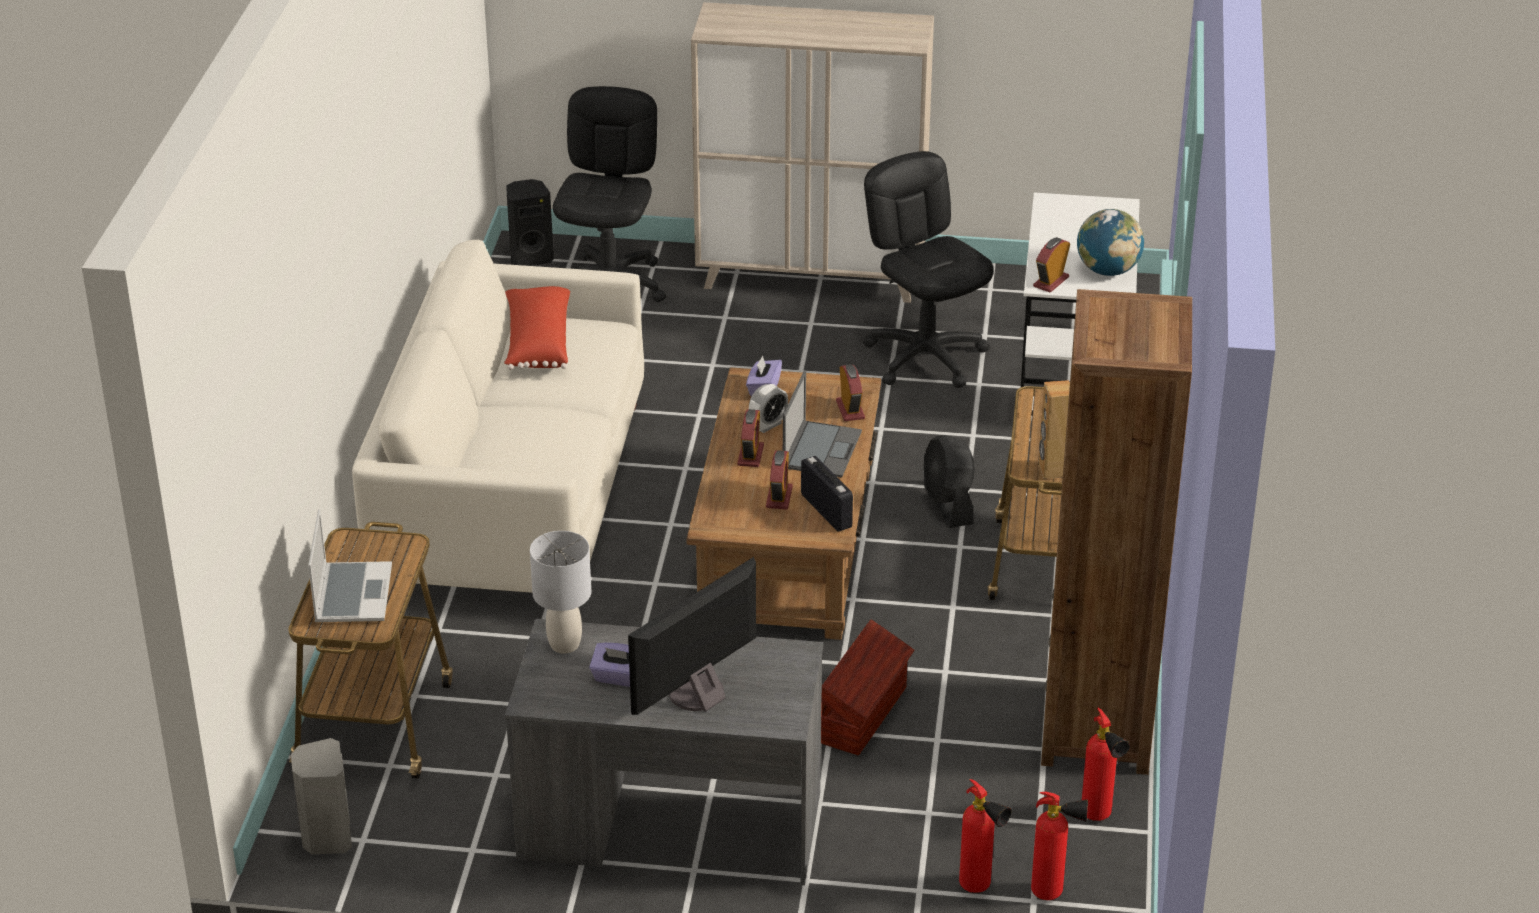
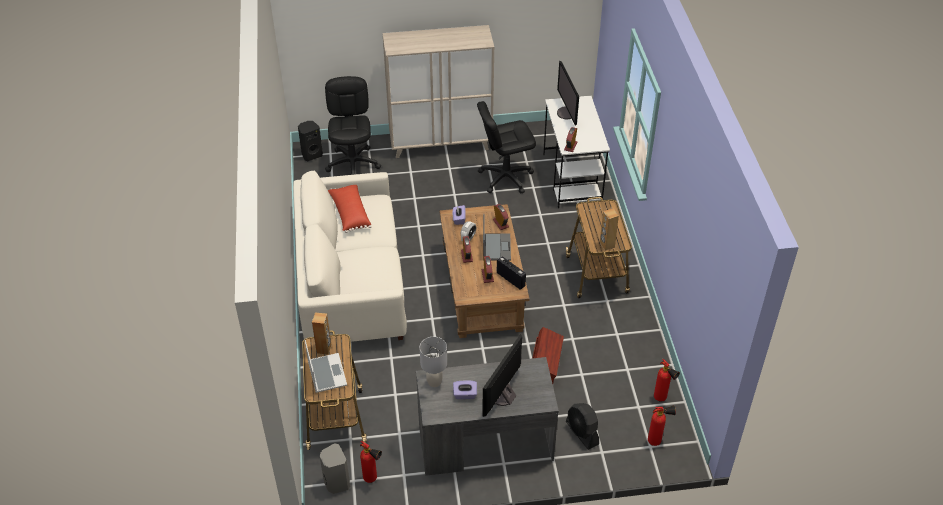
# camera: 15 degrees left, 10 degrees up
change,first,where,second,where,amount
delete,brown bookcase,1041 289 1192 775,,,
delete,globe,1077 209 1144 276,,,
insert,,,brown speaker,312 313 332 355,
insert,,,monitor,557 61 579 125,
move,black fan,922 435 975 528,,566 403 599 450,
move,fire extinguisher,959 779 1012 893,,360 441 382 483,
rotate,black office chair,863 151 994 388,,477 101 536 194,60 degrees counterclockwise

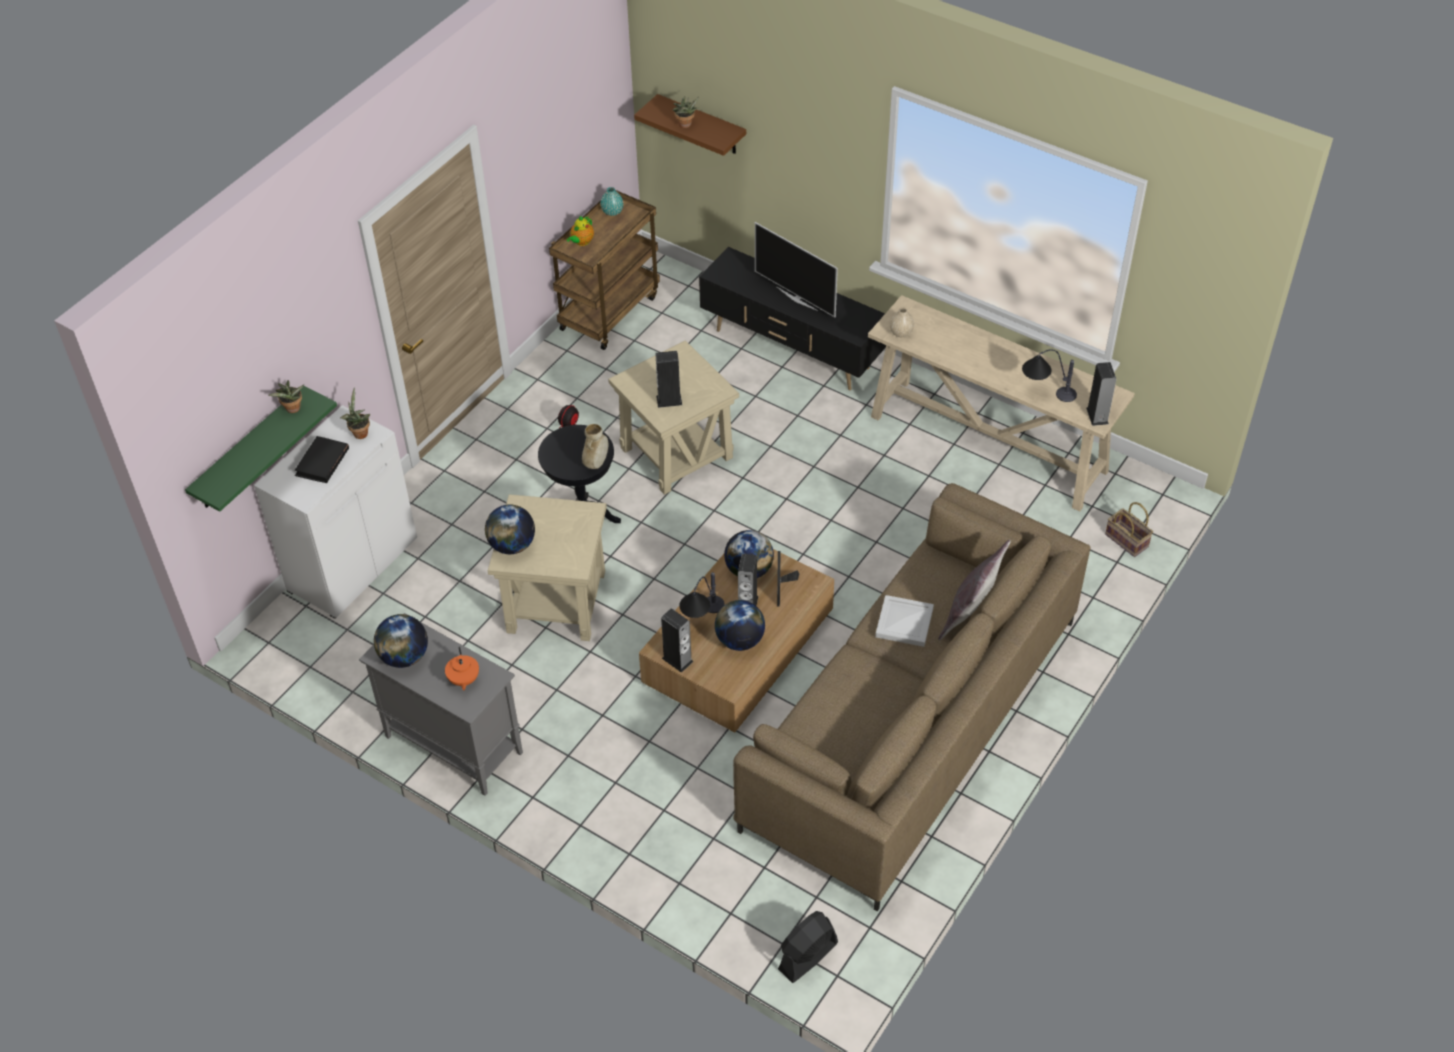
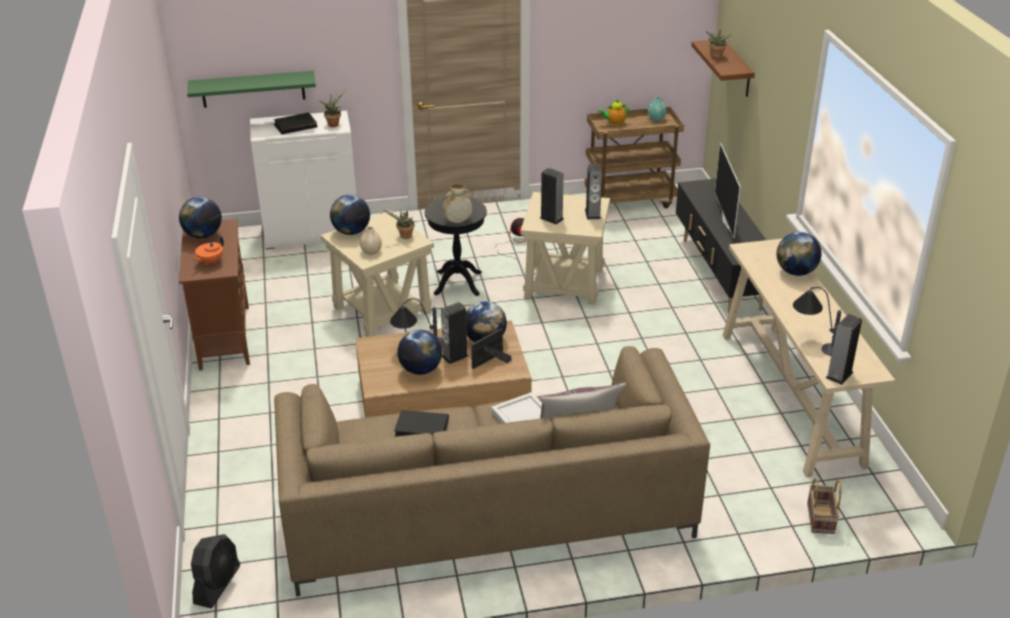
# camera: 45 degrees right, 15 degrees down
change,first,where,second,where,amount
insert,,,black book,394 410 449 437,
insert,,,globe,777 232 821 276,
move,potted plant,269 380 304 413,,384 210 415 239,
move,speaker,661 608 693 673,,585 163 602 219,
move,beige vase,890 308 914 337,,360 226 382 255,
recolor,grey cabinet,359 613 523 796,brown cabinet,179 219 250 370,
rotate,black fan,778 911 838 983,,191 534 240 608,105 degrees clockwise

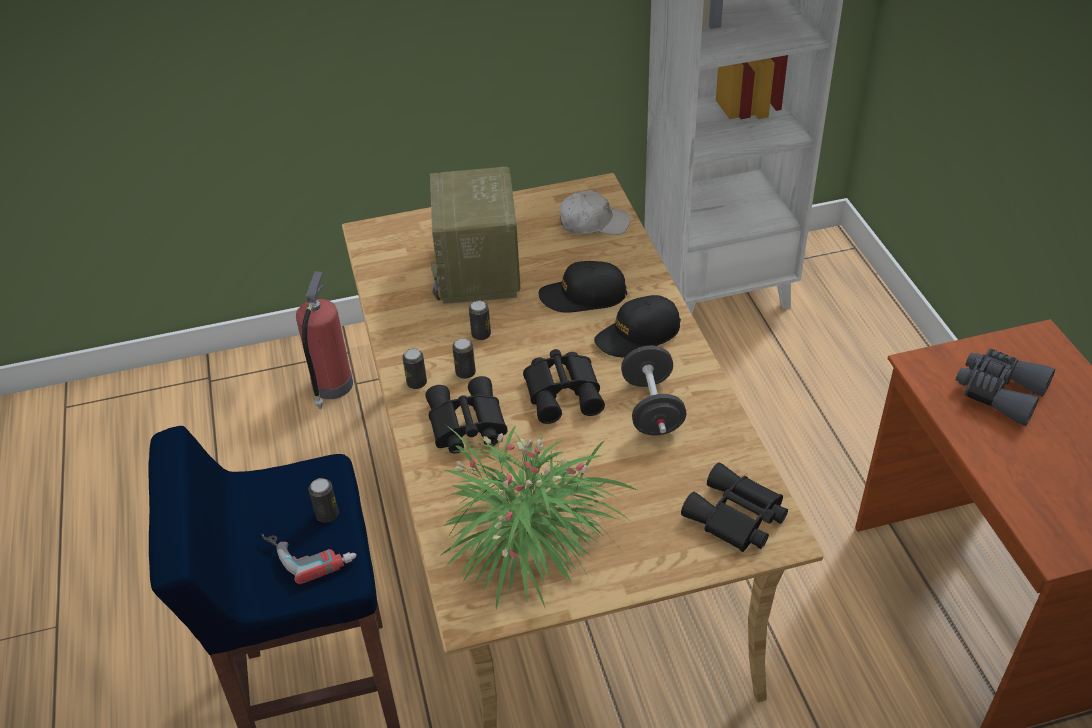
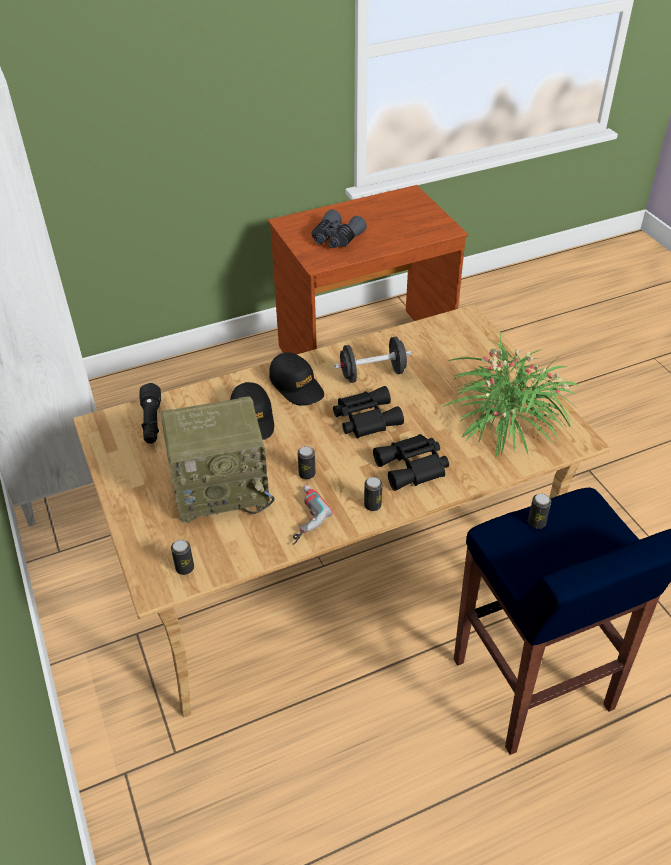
# camera: 100 degrees left, 0 degrees up
change,first,where,second,where,amount
delete,fire extinguisher,296 271 353 409,,,
delete,black binoculars,681 462 788 552,,,
move,power drill,262 534 357 584,,292 485 333 545,
move,can,452 338 476 379,,171 539 194 575,
replace,white cap,559 190 630 235,black flashlight,139 383 161 444,

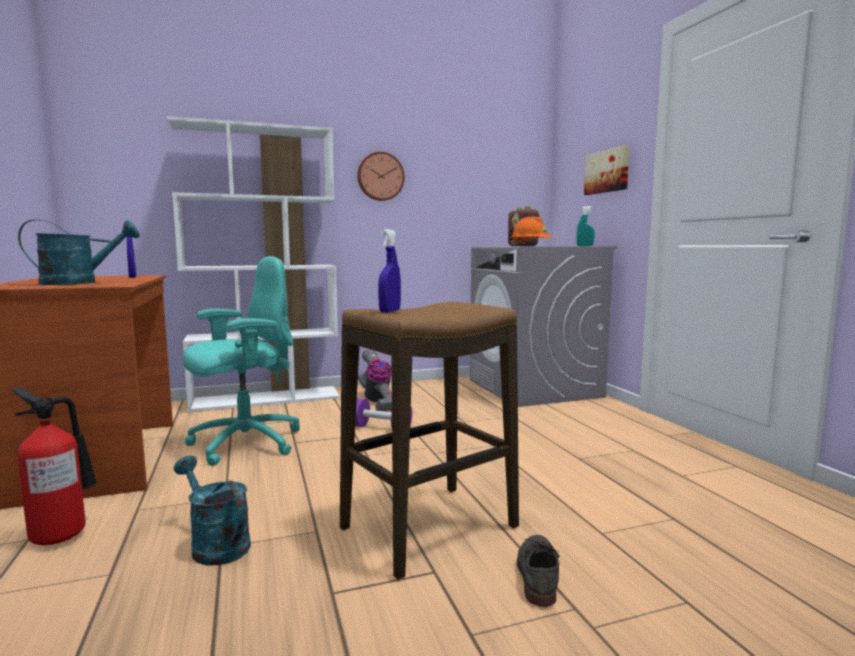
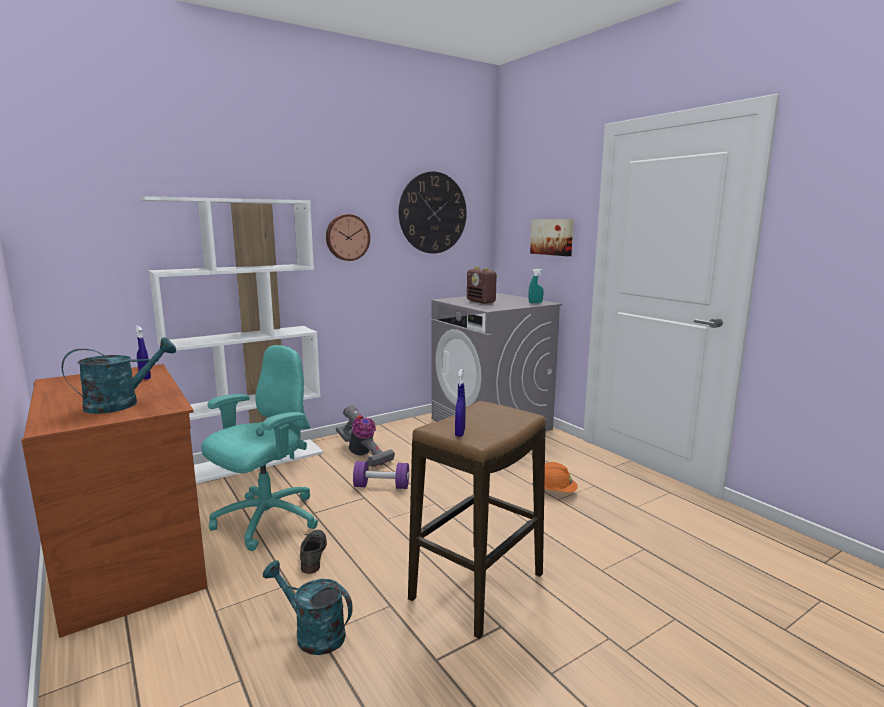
# camera: 15 degrees left, 5 degrees up
change,first,where,second,where,amount
delete,fire extinguisher,12 388 97 545,,,
insert,,,wall clock,399 171 467 254,
move,orange hard hat,511 217 553 246,,532 462 578 493,
move,grey shoe,517 535 560 607,,300 530 327 574,

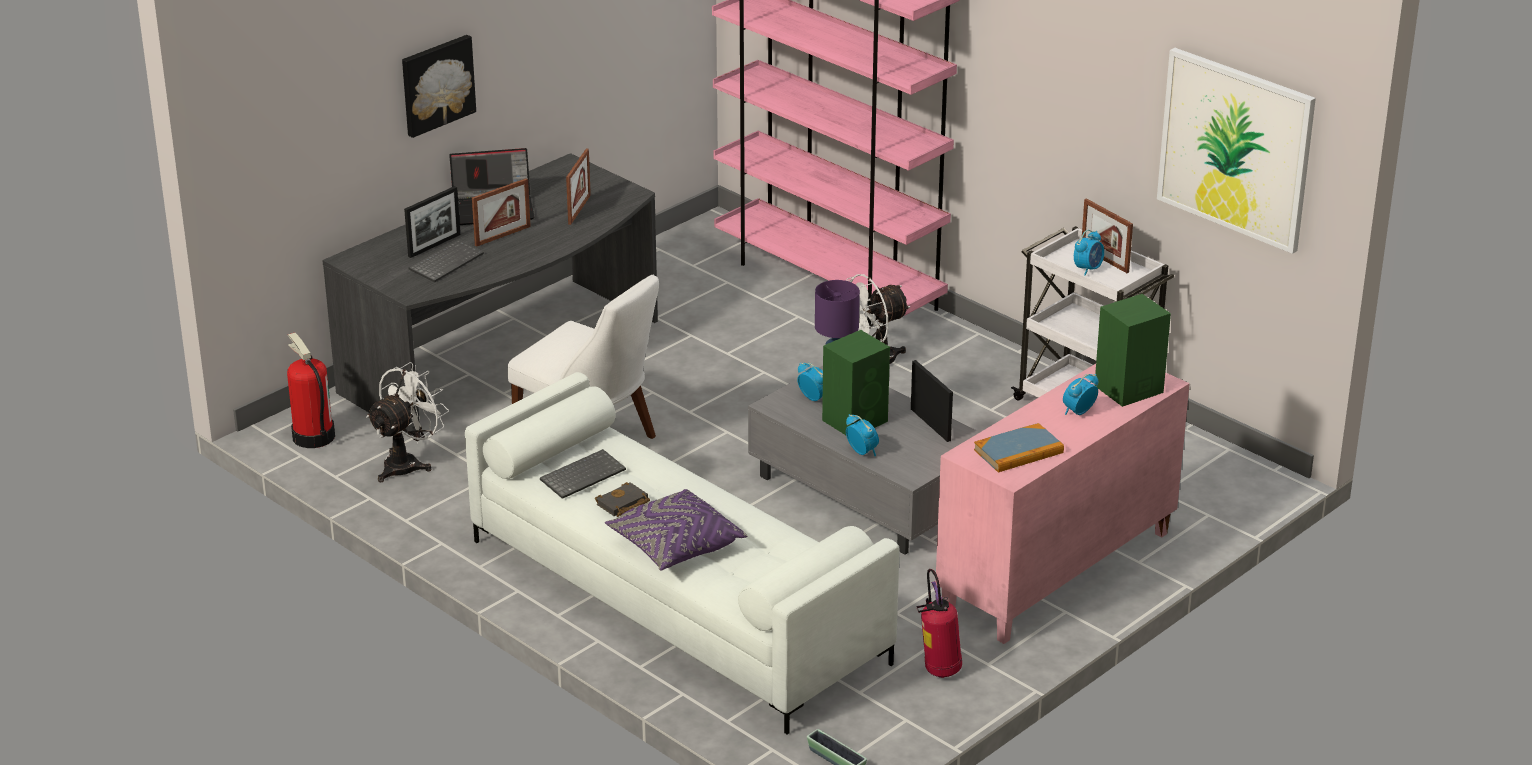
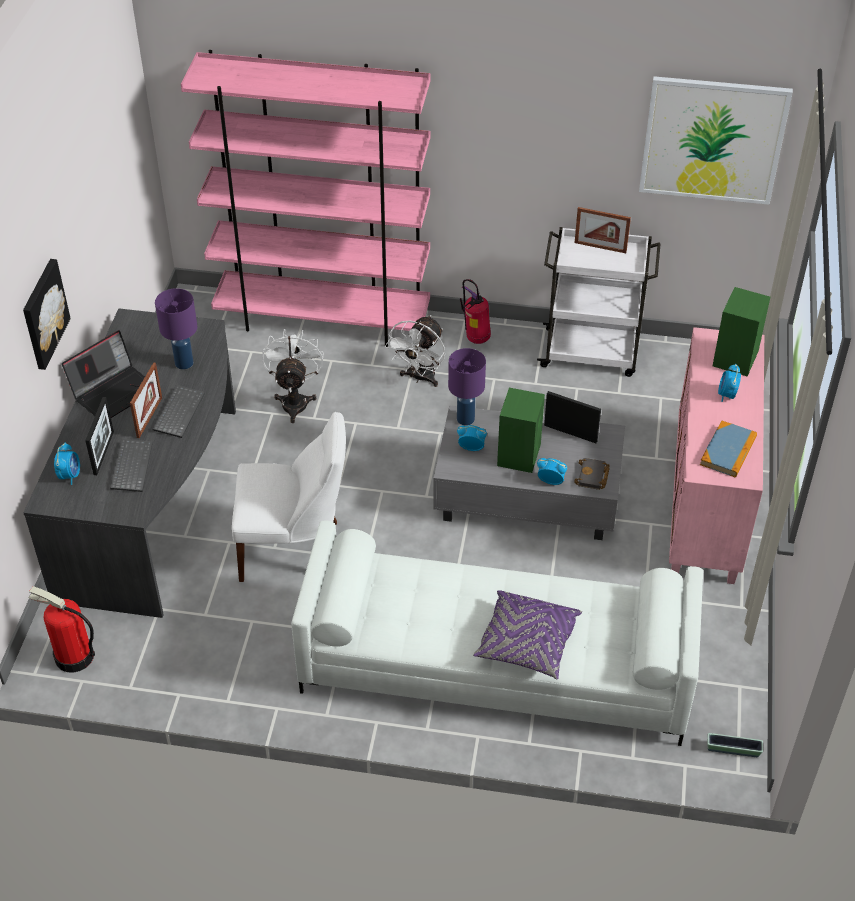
# camera: 35 degrees left, 15 degrees up
change,first,where,second,where,amount
move,white fan,366 362 449 483,,262 329 323 423,
move,keyboard,540 449 626 499,,153 385 205 438,
move,black book,595 482 650 517,,574 458 610 490,
move,fire extinguisher,917 569 962 678,,460 279 491 344,
move,alarm clock,1074 230 1104 276,,54 442 80 485,
replace,picture frame,566 148 591 225,purple table lamp,155 288 197 369,

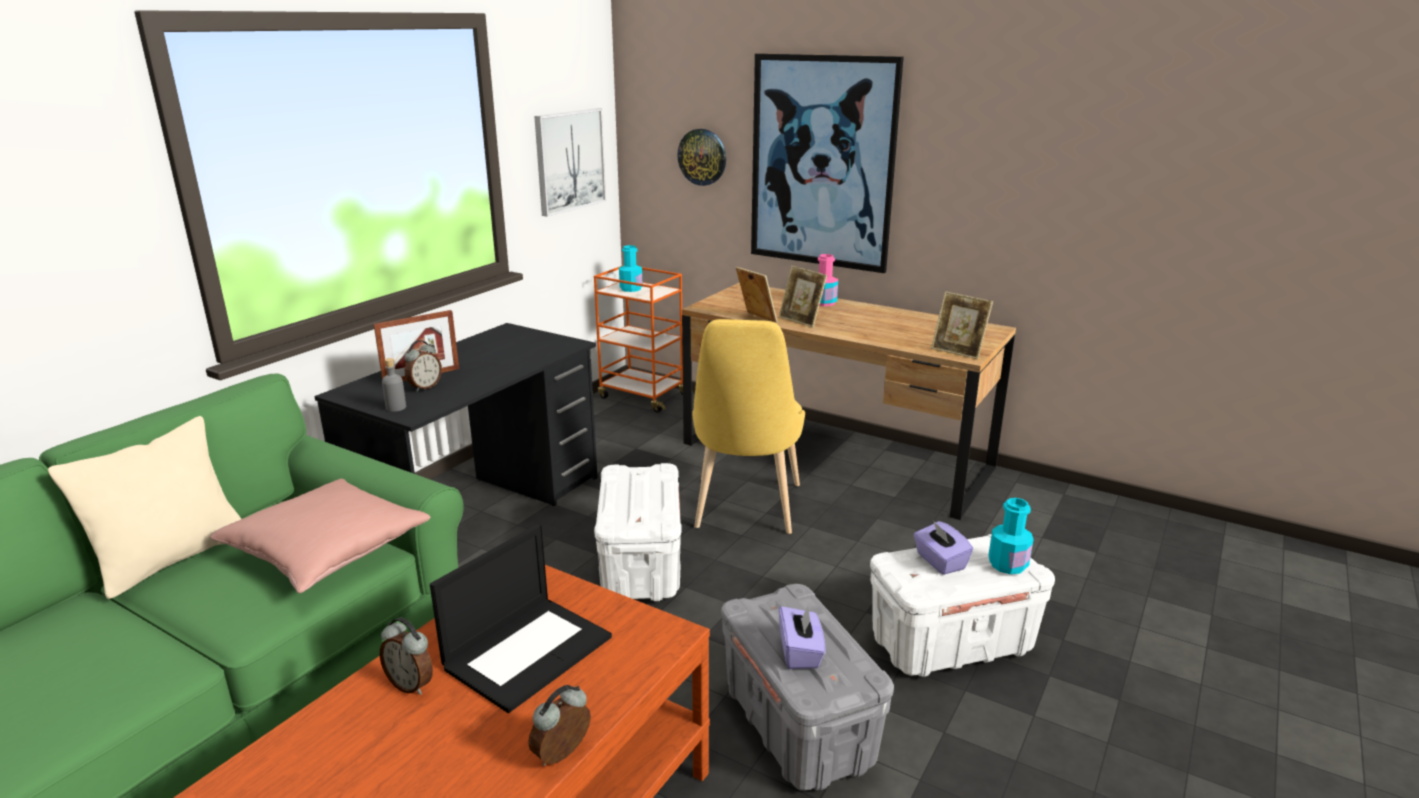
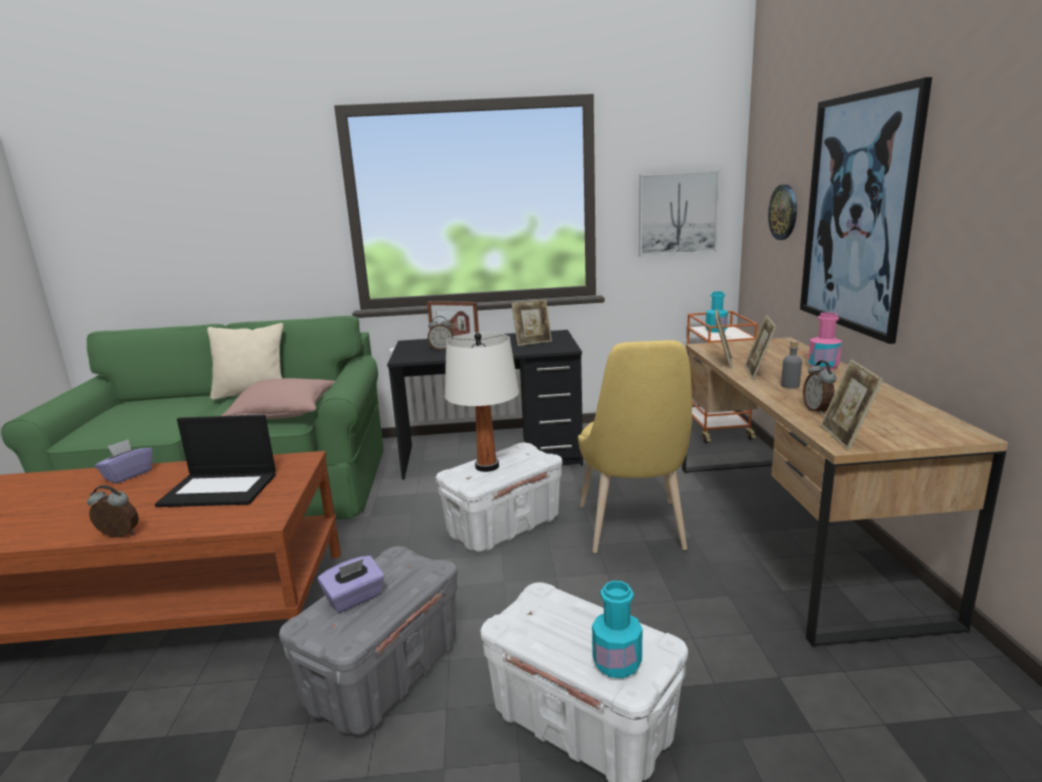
# camera: 55 degrees right, 5 degrees down
change,first,where,second,where,amount
insert,,,white table lamp,445 332 519 472,
insert,,,picture frame,511 299 552 346,
move,alarm clock,380 618 433 695,,803 360 836 415,
move,grey bottle,382 358 406 412,,781 340 802 389,
move,purple tissue box,914 521 973 575,,95 439 153 484,
rotate,yellow chair,692 319 805 534,,578 340 692 553,60 degrees counterclockwise

